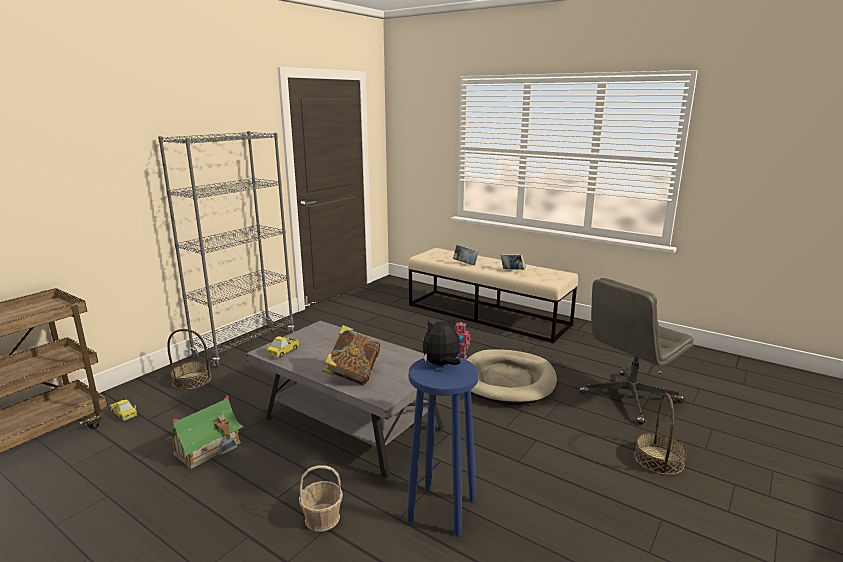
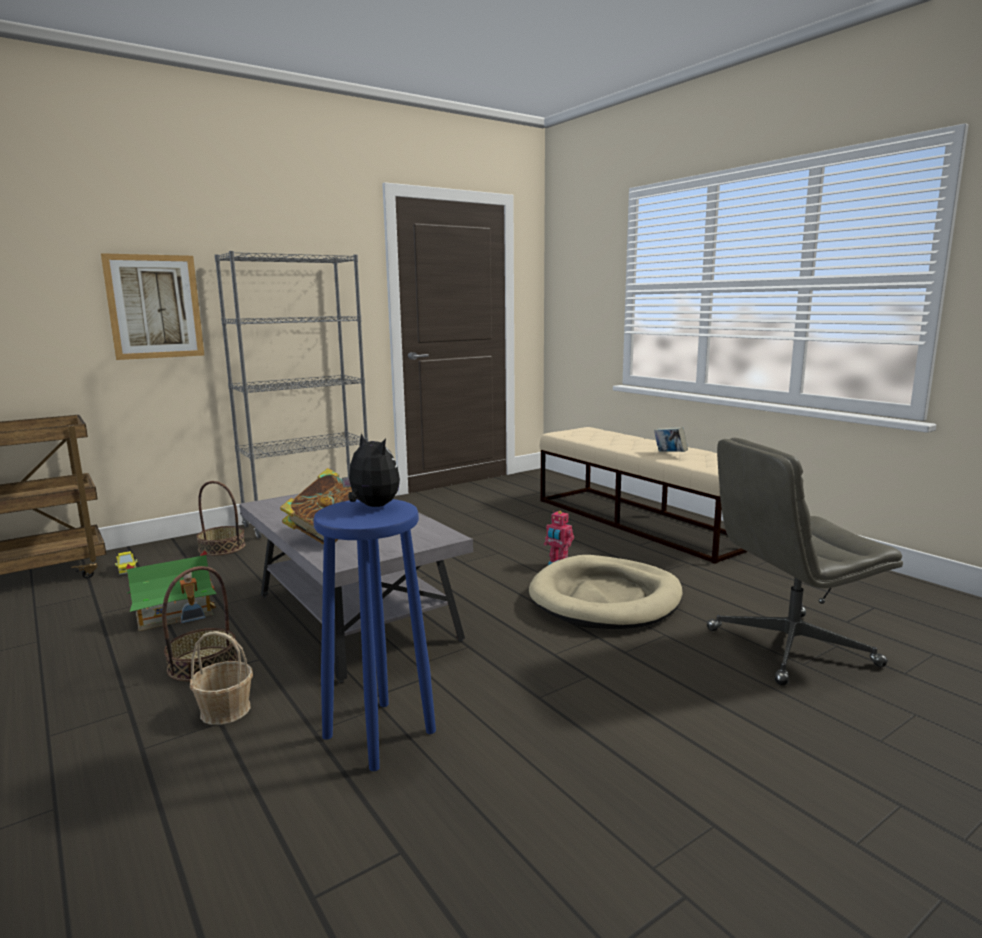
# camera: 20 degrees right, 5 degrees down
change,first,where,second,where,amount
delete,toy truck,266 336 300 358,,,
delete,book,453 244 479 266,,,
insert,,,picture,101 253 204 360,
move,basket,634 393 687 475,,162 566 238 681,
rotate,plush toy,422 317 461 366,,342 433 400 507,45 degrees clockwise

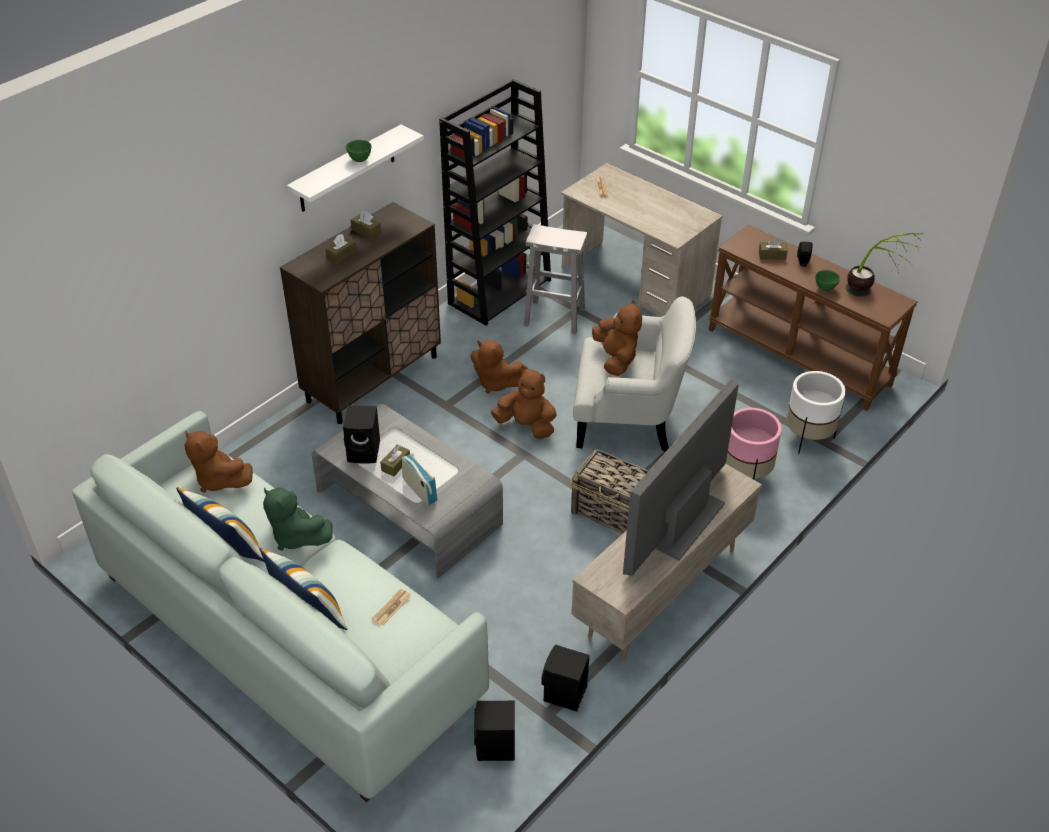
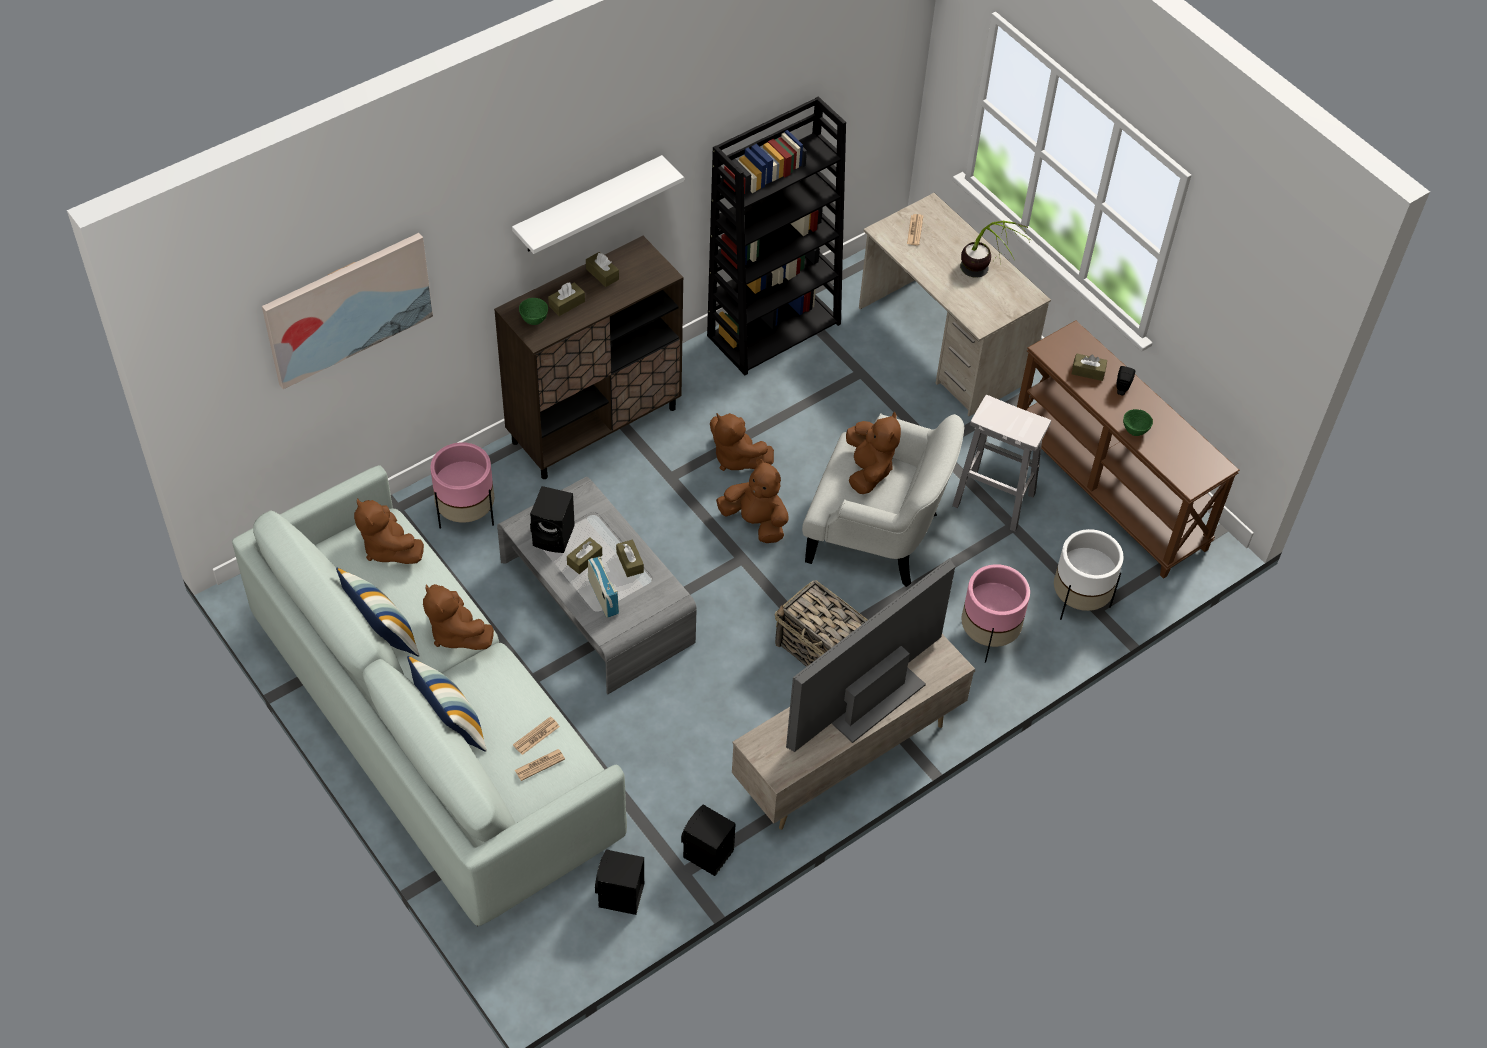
# camera: 10 degrees right, 10 degrees up
change,first,where,second,where,amount
insert,,,picture,262 233 433 389,
insert,,,pink planter,430 442 494 529,
insert,,,newspaper,515 749 565 781,
insert,,,brown tissue box,616 539 644 577,
move,green bowl,346 140 371 162,,519 298 548 325,
move,white stool,524 224 587 334,,952 395 1051 532,
move,potted plant,846 233 924 297,,960 221 1031 278,
recolor,green plush toy,263 487 333 551,brown plush toy,423 584 494 650,

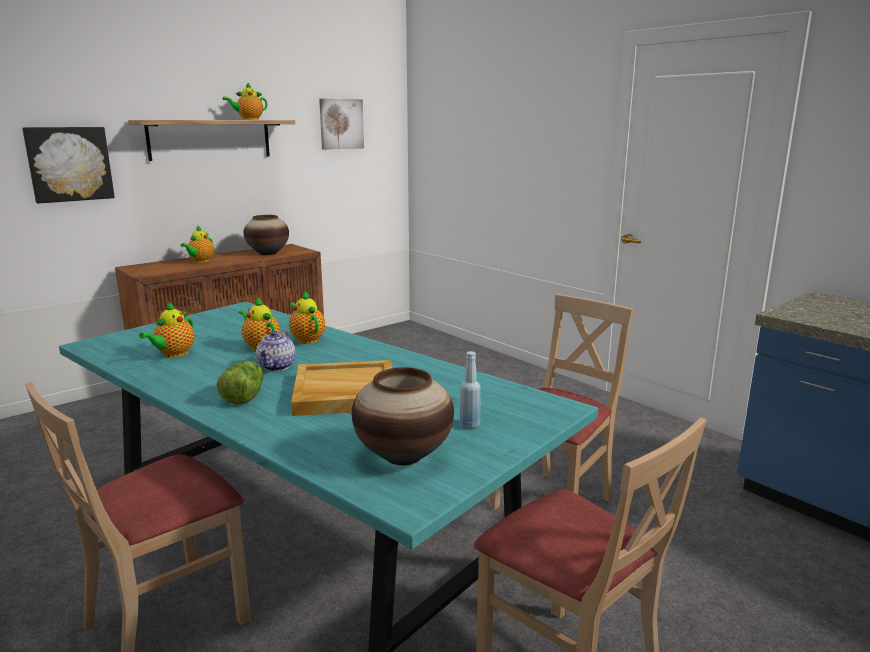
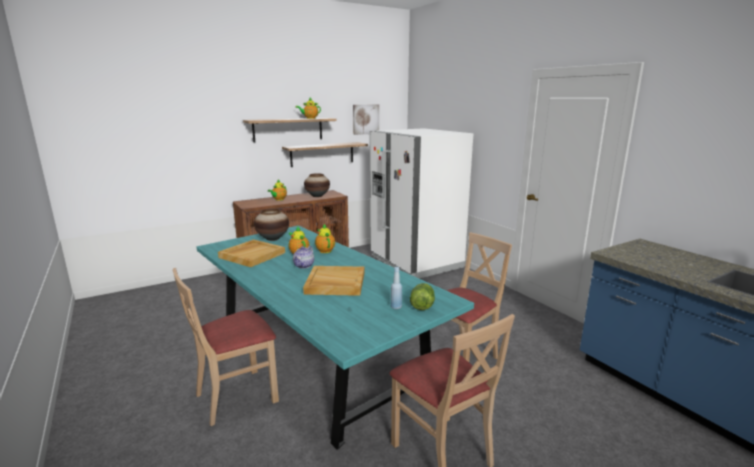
# camera: 10 degrees right, 0 degrees up
change,first,where,second,where,amount
delete,picture,22 127 115 204,,,
insert,,,shelf,282 142 368 167,
insert,,,white fridge,370 128 473 279,
move,lettuce,217 361 264 405,,410 283 435 310,
move,vase,352 367 454 466,,254 209 289 241,
replace,teapot,139 302 194 358,beige tray,218 239 285 267,

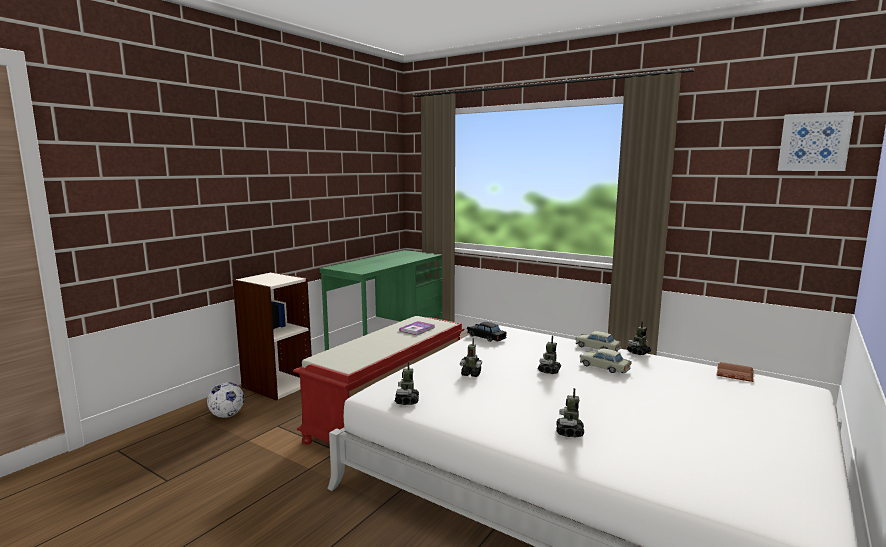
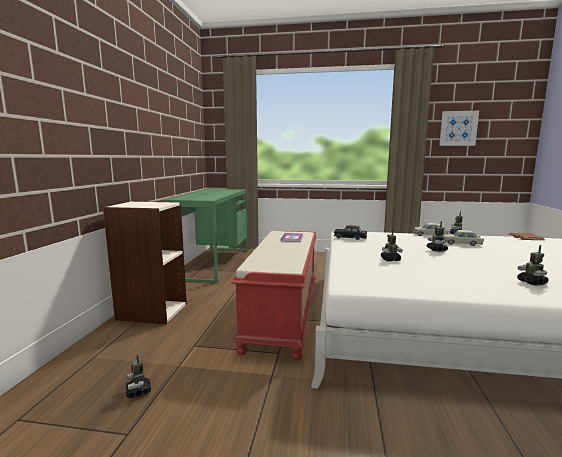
# camera: 25 degrees left, 0 degrees up
change,first,where,second,where,amount
delete,football,207 382 244 418,,,
move,toy robot,395 362 419 405,,126 355 151 398,
move,picture,778 111 854 171,,439 111 479 146,

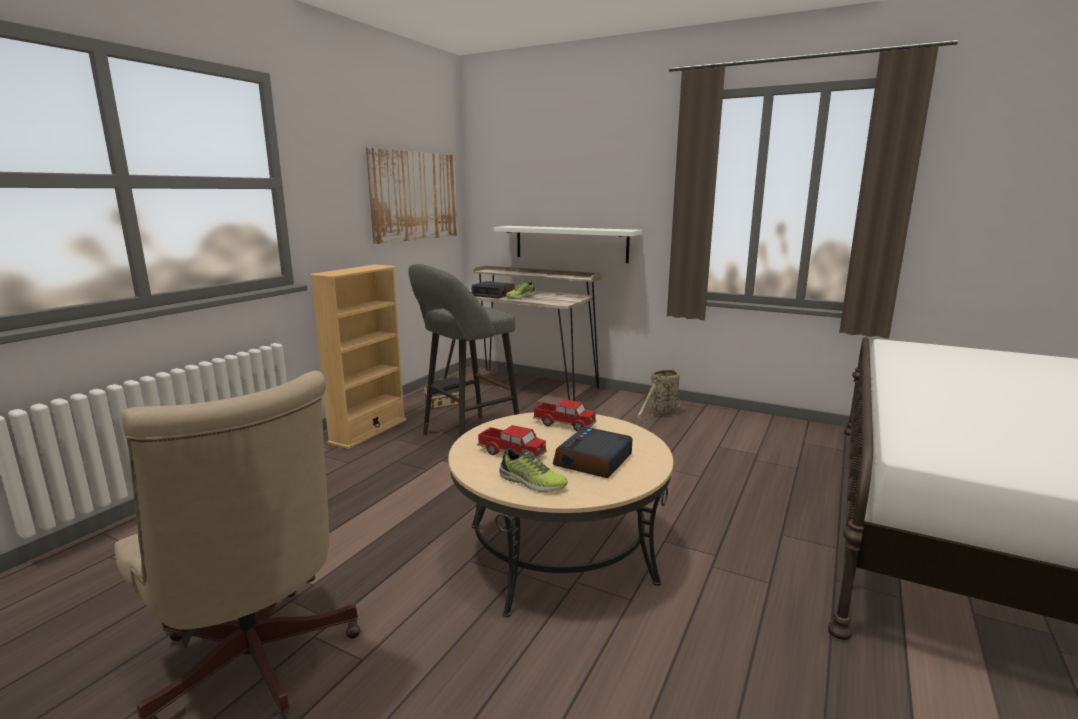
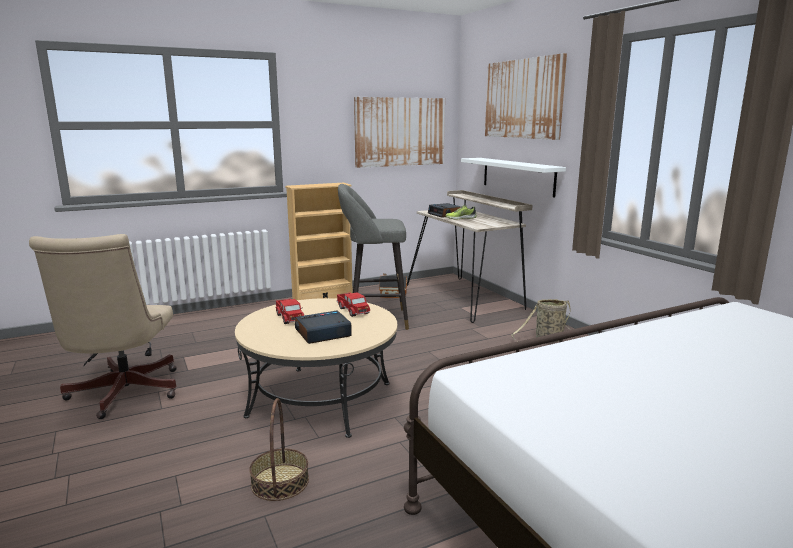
# camera: 35 degrees right, 0 degrees up
change,first,where,second,where,amount
delete,shoe,499 448 568 492,,,
insert,,,basket,249 398 309 501,
insert,,,picture,485 53 567 140,

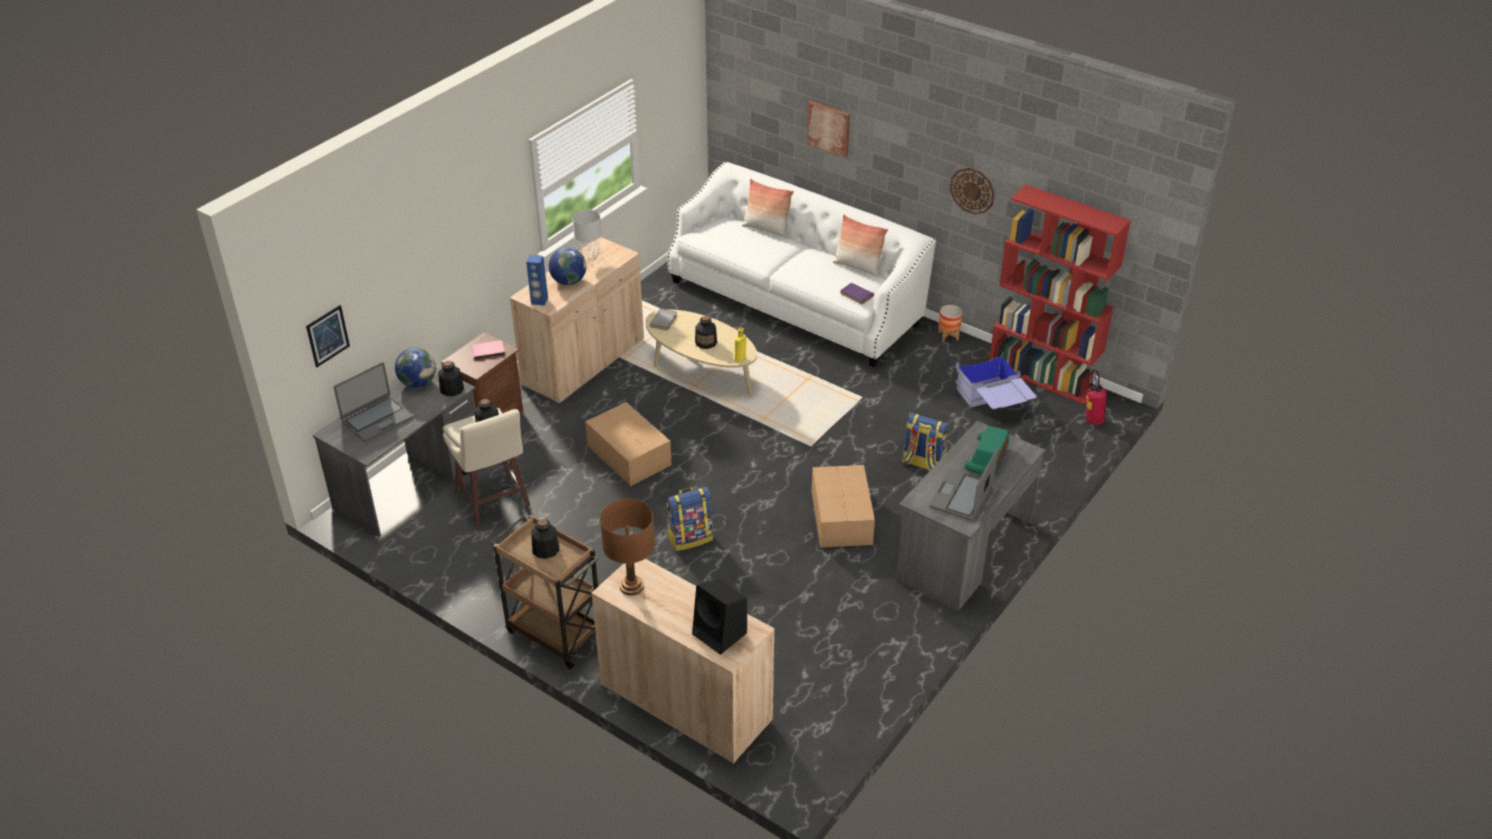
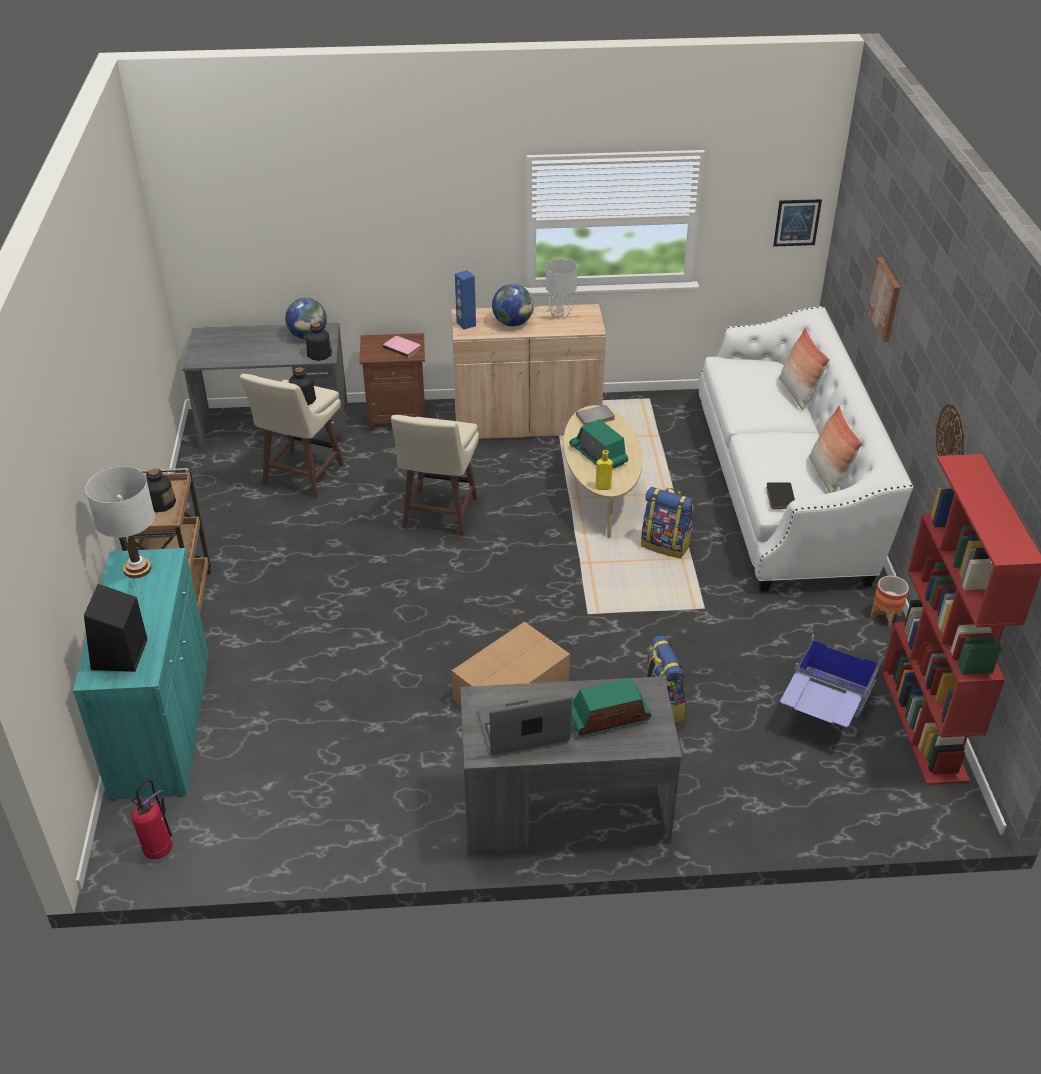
# camera: 50 degrees right, 0 degrees up
change,first,where,second,where,amount
delete,laptop,333 362 414 442,,,
move,picture,306 305 350 367,,773 199 822 247,
move,backpack,667 487 713 551,,641 487 694 559,
move,fire extinguisher,1085 369 1107 425,,131 779 173 859,
replace,cardboard box,585 402 672 486,beige stool,391 415 479 536,
replace,bottle,695 316 717 349,radio,569 419 628 469,
recolor,beige cabinet,591 559 774 764,turquoise cabinet,73 548 209 801,
recolor,brown table lamp,600 499 655 596,white table lamp,85 467 155 578,
recolor,purple book,840 283 874 304,black book,766 482 795 509,

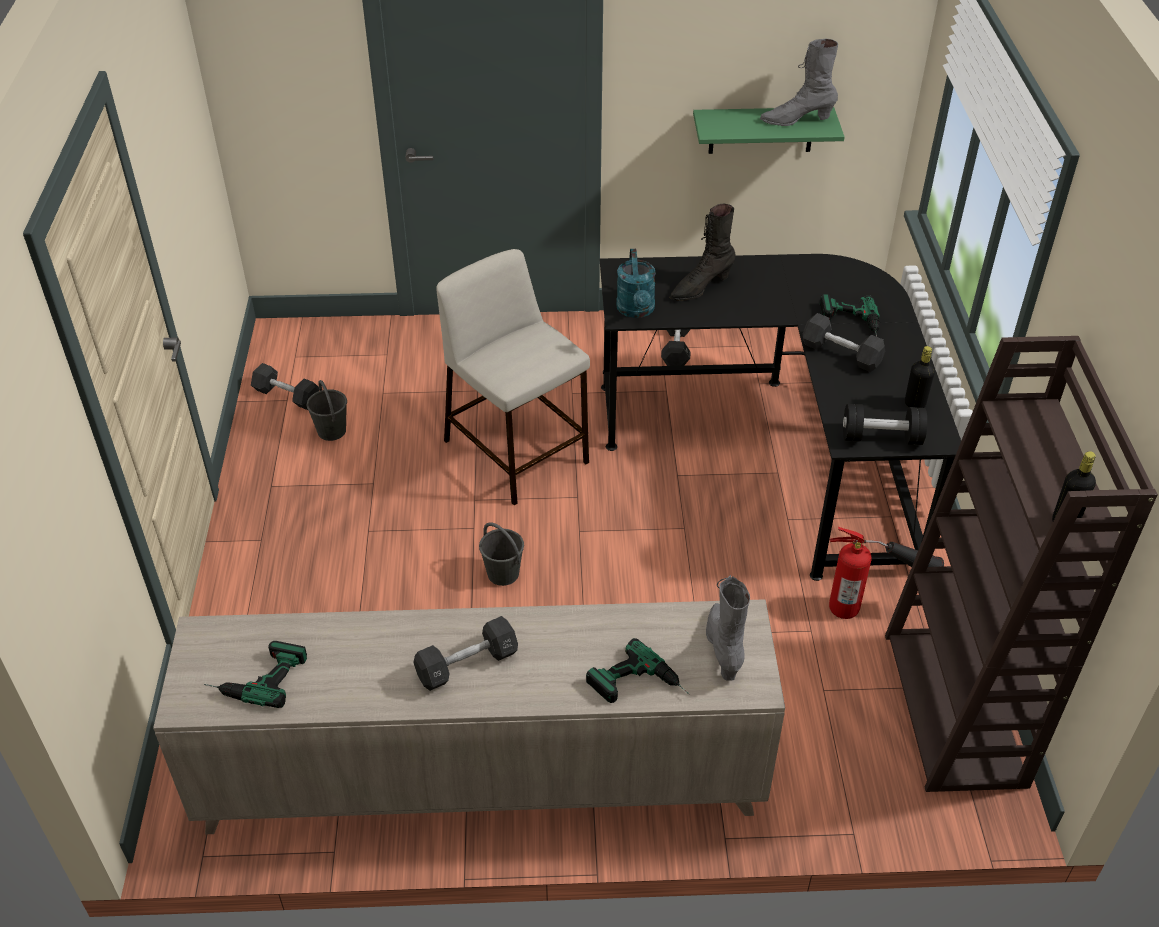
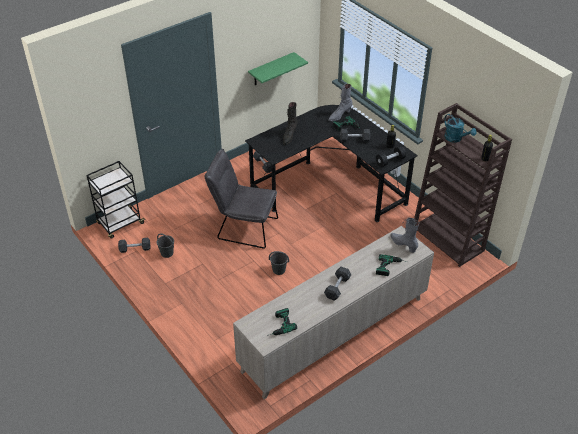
# camera: 35 degrees left, 0 degrees up
change,first,where,second,where,amount
delete,fire extinguisher,829 527 944 619,,,
insert,,,black cart,87 161 145 239,
move,turquoise watering can,616 249 656 318,,444 114 477 143,
move,grey boot,760 39 838 126,,328 84 353 121,
replace,beige stool,436 249 590 505,grey chair,204 149 278 249,

